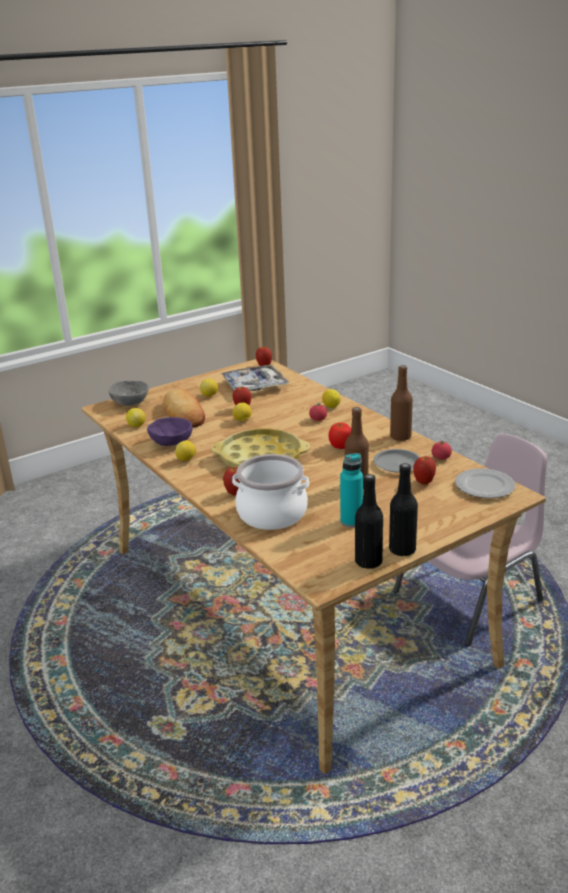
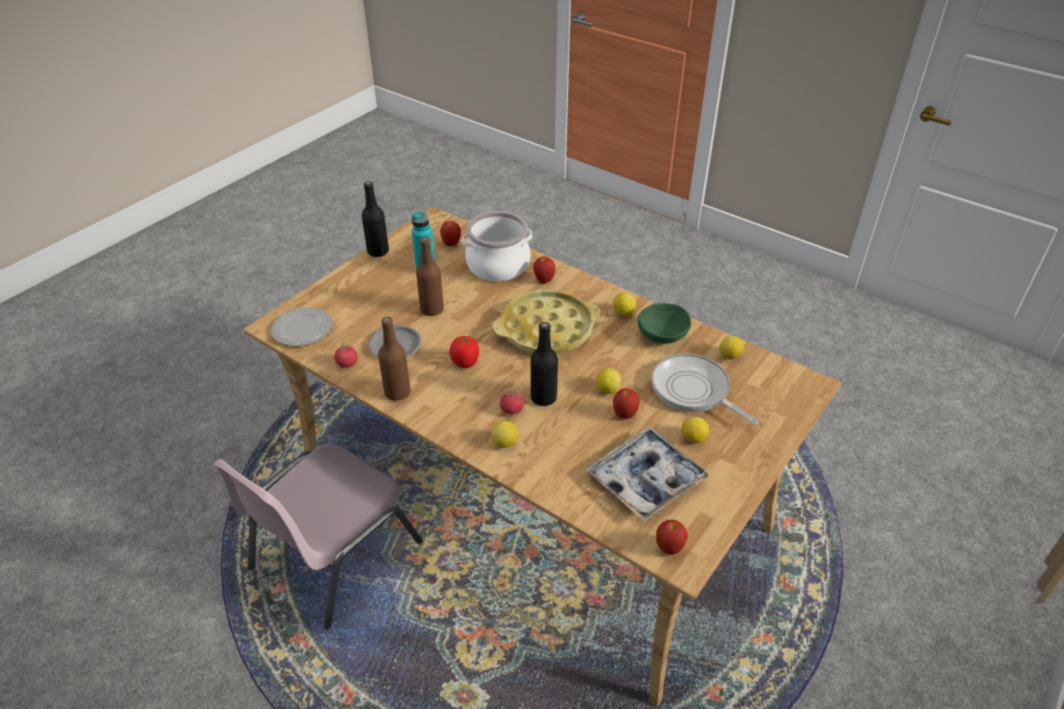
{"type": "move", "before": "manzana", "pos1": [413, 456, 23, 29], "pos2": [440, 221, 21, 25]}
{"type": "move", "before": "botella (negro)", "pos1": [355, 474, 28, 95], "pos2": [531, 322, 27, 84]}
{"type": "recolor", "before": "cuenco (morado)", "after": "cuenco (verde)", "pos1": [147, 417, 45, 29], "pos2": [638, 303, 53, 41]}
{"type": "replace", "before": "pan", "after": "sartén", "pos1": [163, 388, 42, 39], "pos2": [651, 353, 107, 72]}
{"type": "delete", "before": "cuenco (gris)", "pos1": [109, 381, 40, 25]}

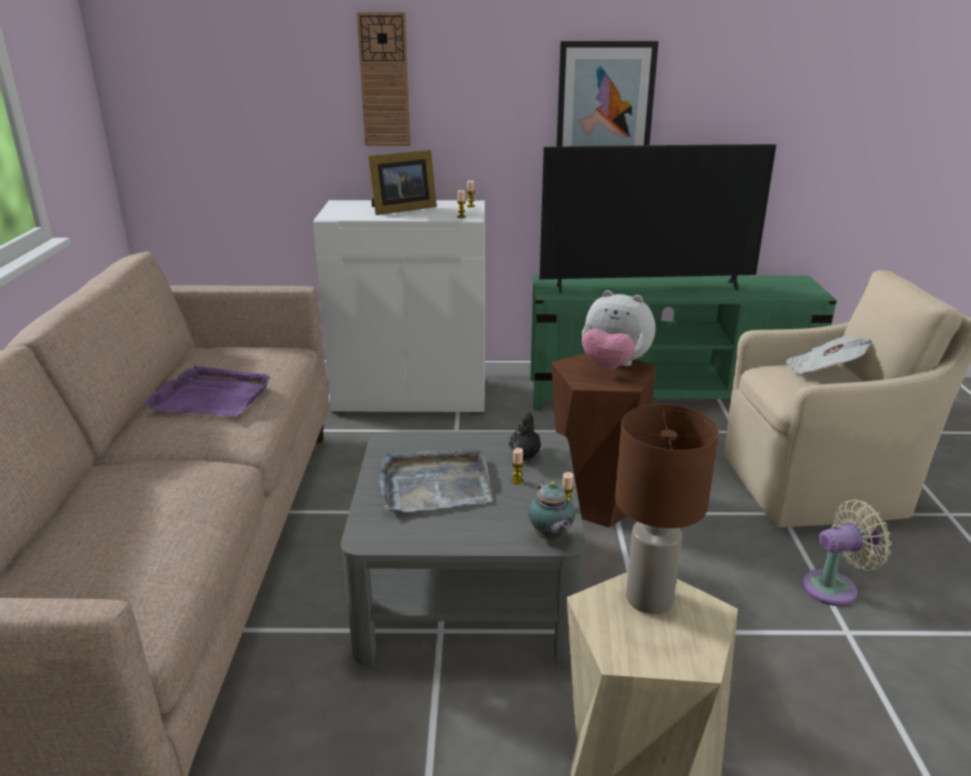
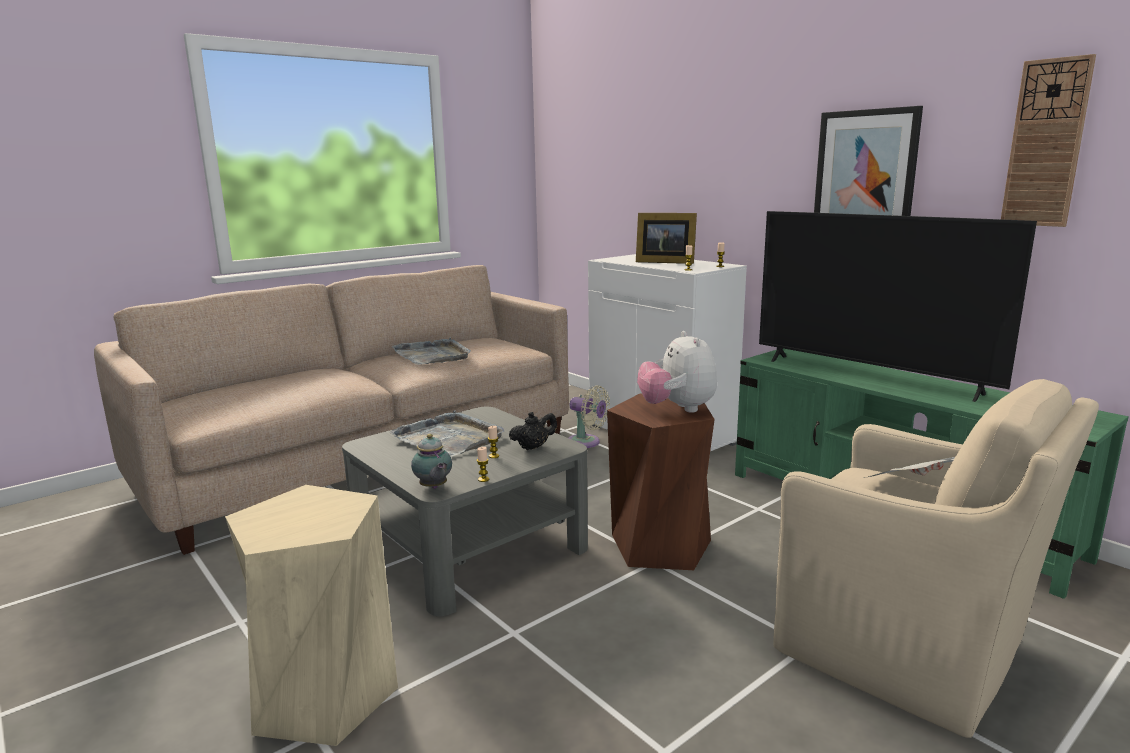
{"type": "recolor", "before": "bandeja (morado)", "after": "bandeja (gris)", "pos1": [143, 365, 128, 52], "pos2": [392, 338, 79, 27]}
{"type": "rotate", "before": "tetera", "pos1": [528, 480, 47, 60], "pos2": [411, 434, 41, 55], "turn": -60}
{"type": "move", "before": "ventilador (beis)", "pos1": [802, 500, 90, 106], "pos2": [569, 385, 41, 63]}
{"type": "move", "before": "reloj de pared", "pos1": [357, 12, 54, 134], "pos2": [1001, 54, 95, 173]}
{"type": "delete", "before": "lámpara de mesa (marrón)", "pos1": [615, 404, 104, 210]}

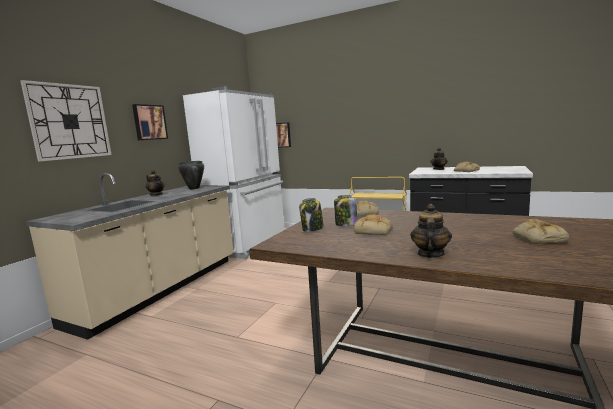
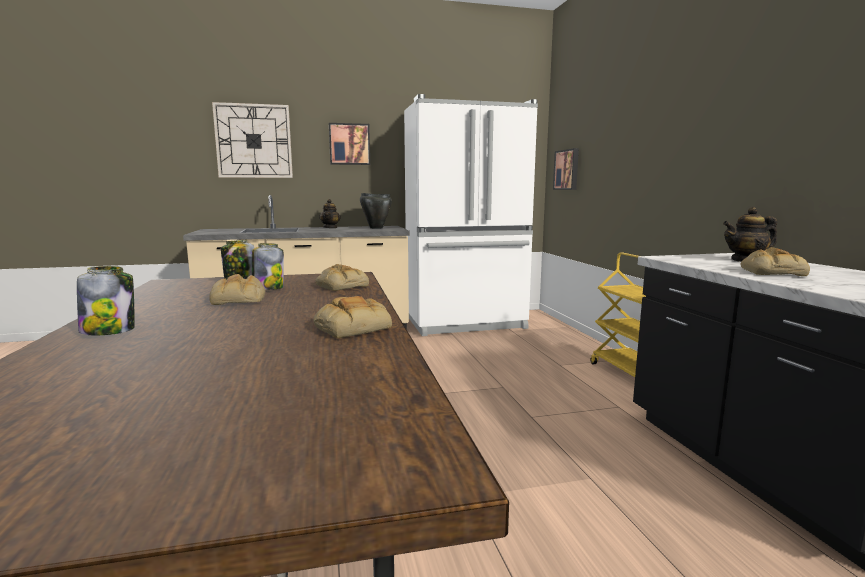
{"type": "replace", "before": "tetera", "after": "tarro", "pos1": [410, 204, 42, 54], "pos2": [77, 266, 58, 69]}
{"type": "move", "before": "pan", "pos1": [512, 219, 57, 25], "pos2": [313, 296, 79, 42]}

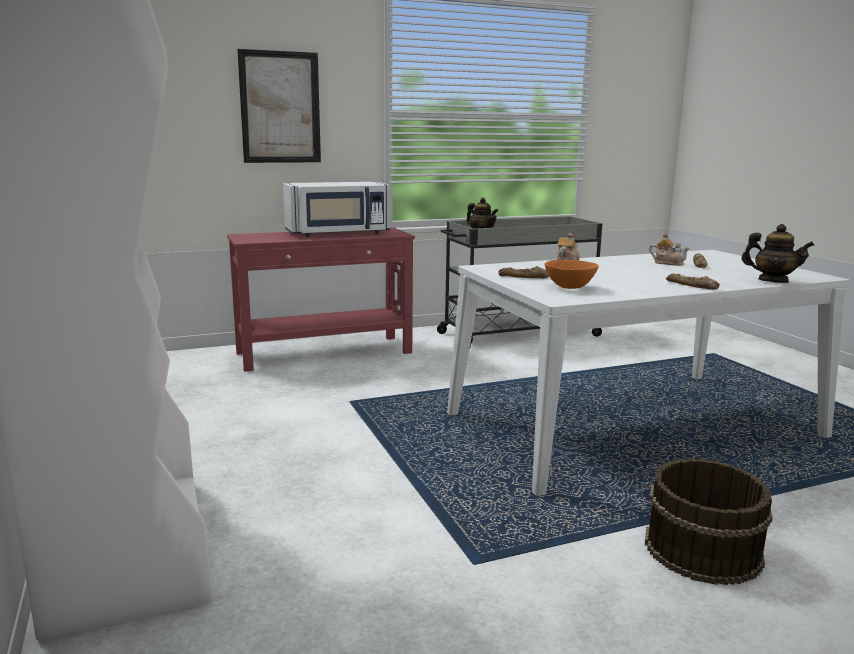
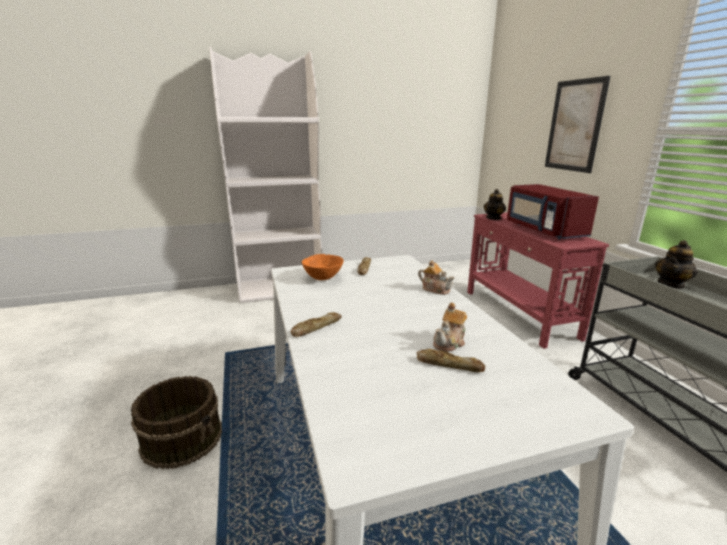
{"type": "move", "before": "tetera", "pos1": [741, 224, 73, 59], "pos2": [484, 189, 22, 31]}
{"type": "recolor", "before": "microondas (blanco)", "after": "microondas (rojo)", "pos1": [283, 182, 107, 55], "pos2": [507, 184, 92, 55]}

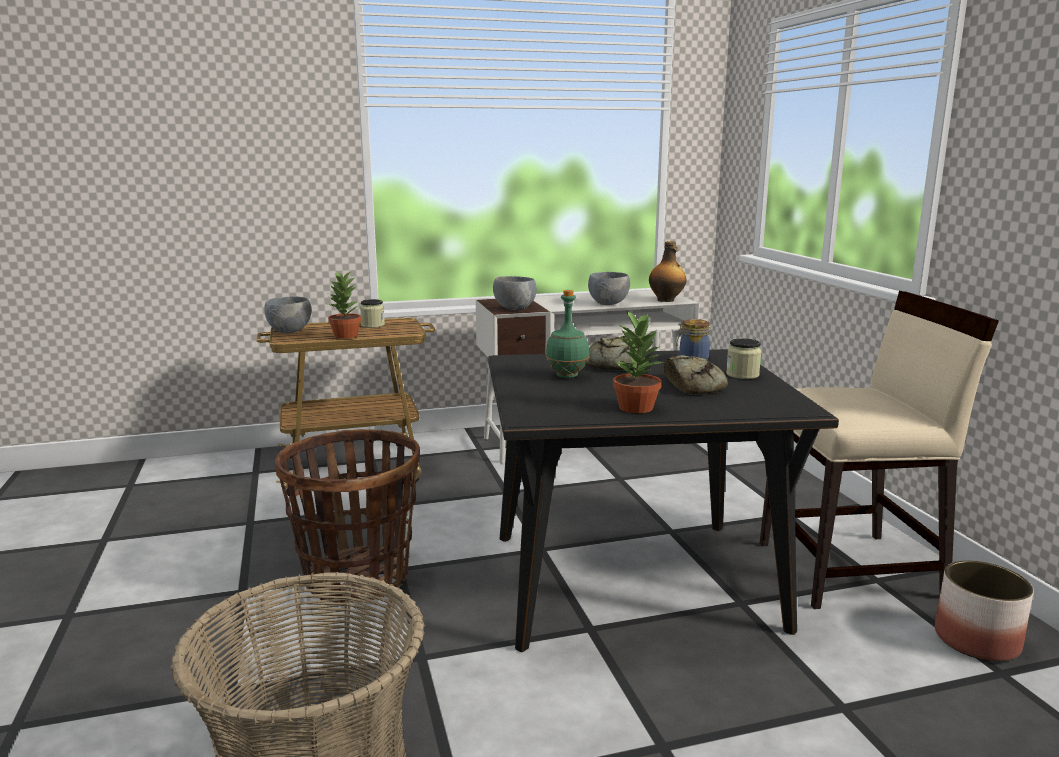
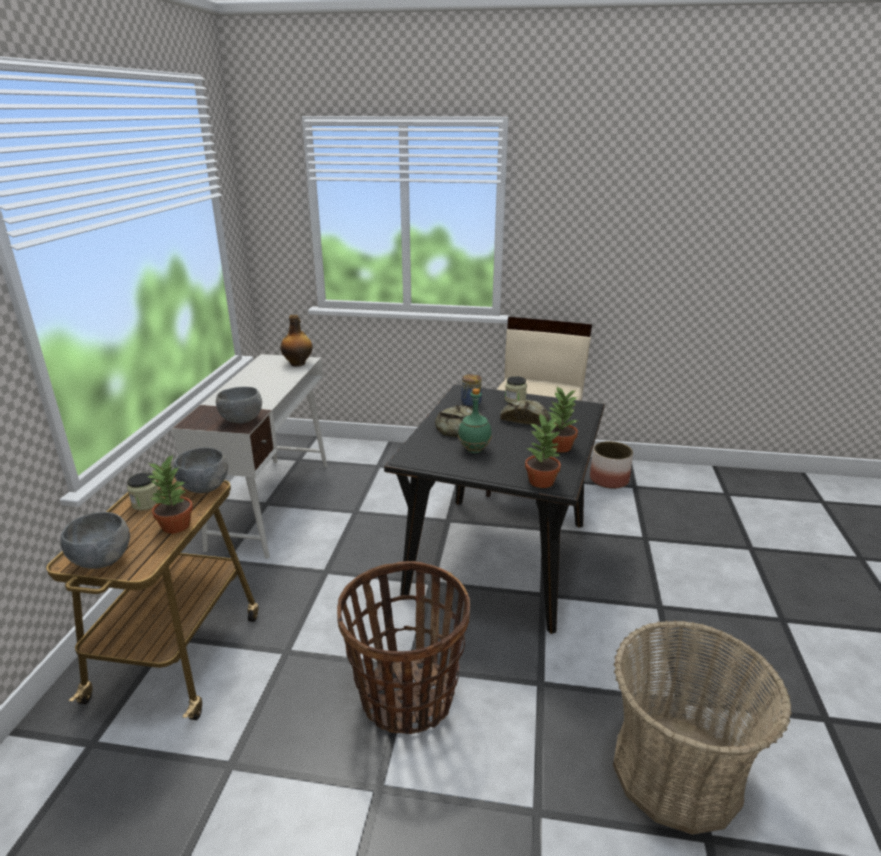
{"type": "move", "before": "cuenco (gris)", "pos1": [588, 272, 42, 33], "pos2": [173, 447, 55, 46]}
{"type": "insert", "after": "planta en maceta", "pos2": [525, 414, 36, 74]}

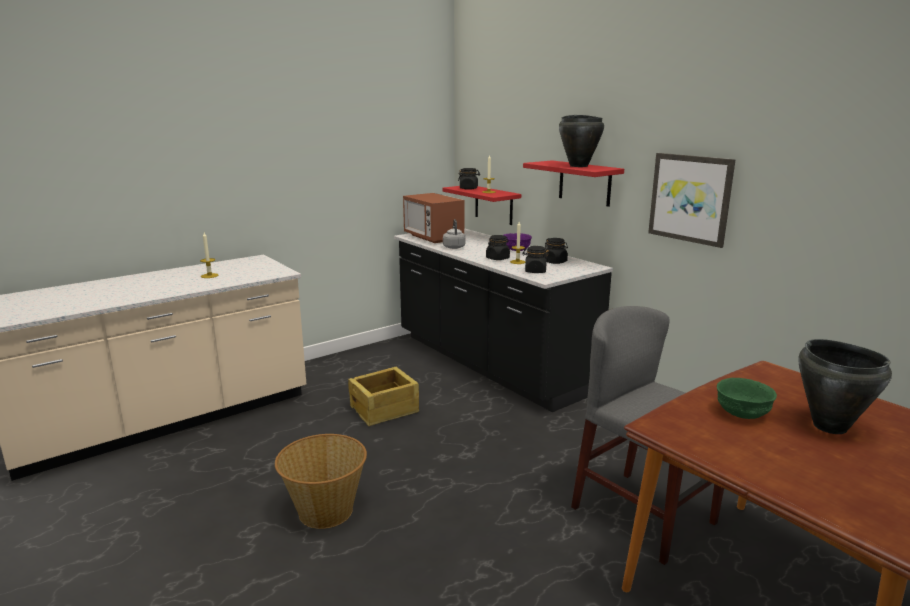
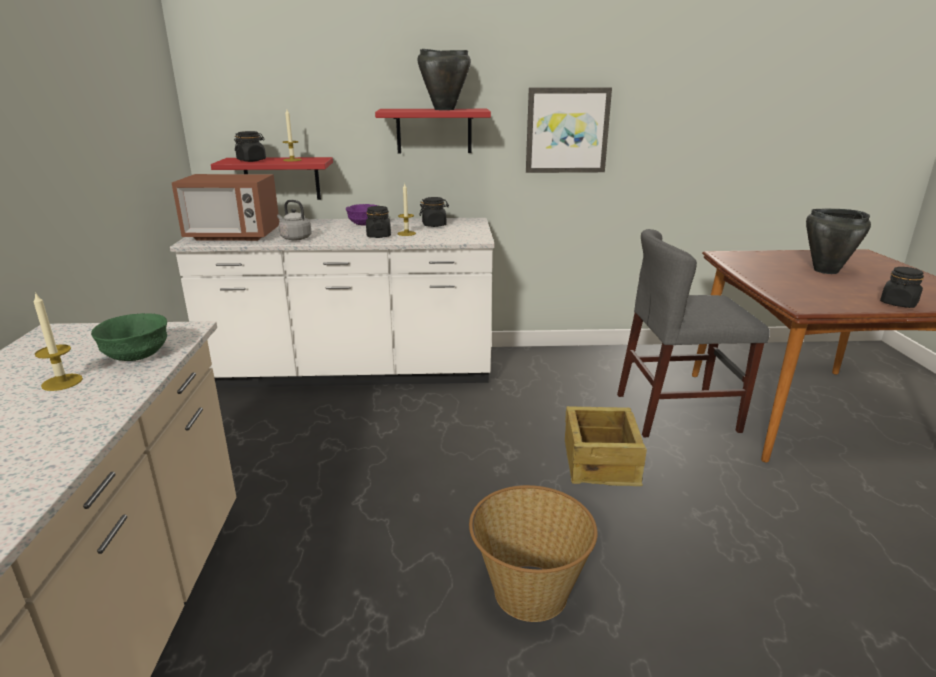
{"type": "move", "before": "cuenco (verde)", "pos1": [717, 378, 60, 41], "pos2": [91, 313, 76, 48]}
{"type": "recolor", "before": "mueble bajo de cocina (negro)", "after": "mueble bajo de cocina (blanco)", "pos1": [394, 228, 219, 184], "pos2": [170, 218, 325, 170]}
{"type": "move", "before": "caja de embalaje", "pos1": [348, 367, 71, 59], "pos2": [565, 406, 82, 80]}
{"type": "move", "before": "tarro (negro)", "pos1": [522, 246, 28, 27], "pos2": [880, 267, 44, 41]}

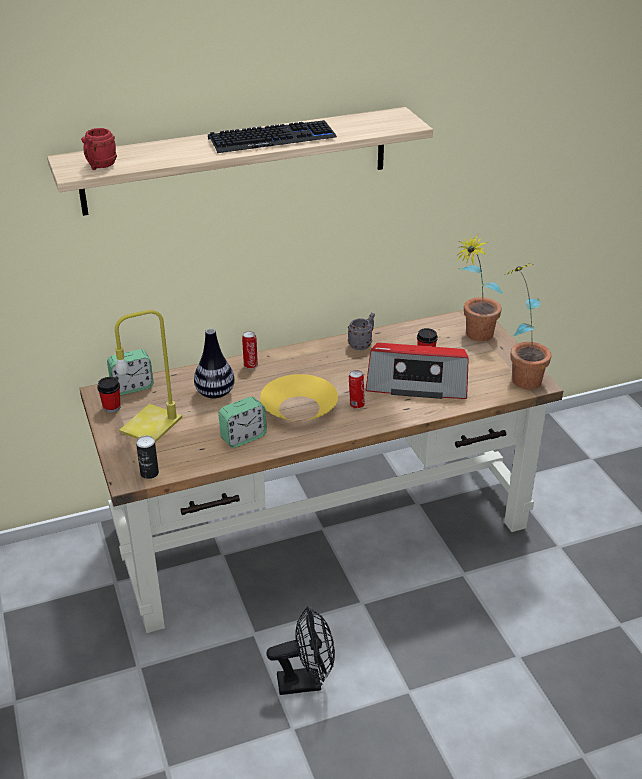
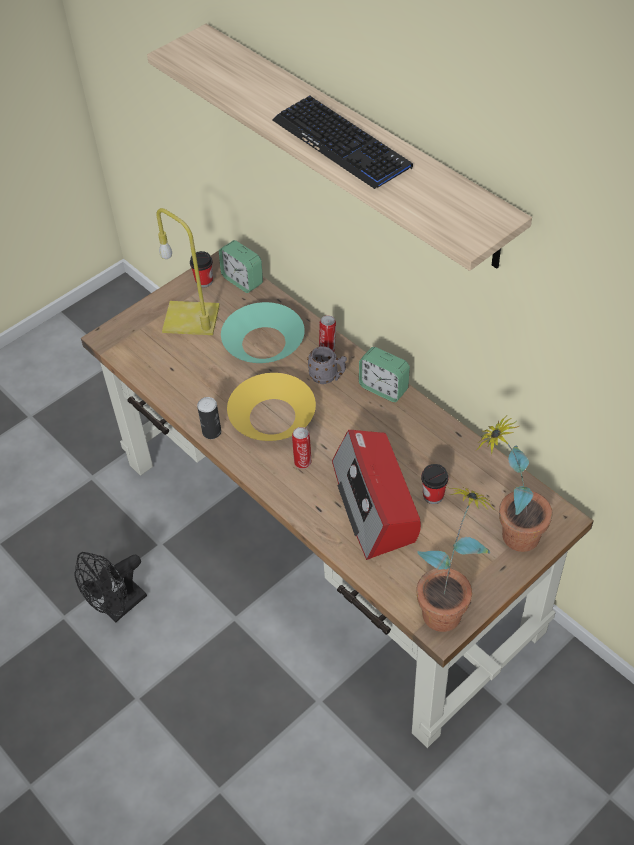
{"type": "rotate", "before": "ventilador (negro)", "pos1": [266, 607, 69, 88], "pos2": [75, 552, 72, 70], "turn": 75}
{"type": "move", "before": "lata", "pos1": [136, 436, 23, 43], "pos2": [197, 397, 24, 42]}
{"type": "replace", "before": "florero", "after": "cuenco (turquesa)", "pos1": [194, 328, 41, 71], "pos2": [221, 302, 84, 61]}
{"type": "move", "before": "taza grande (gris)", "pos1": [348, 313, 27, 37], "pos2": [307, 346, 40, 38]}
{"type": "move", "before": "despertador", "pos1": [218, 397, 49, 51], "pos2": [359, 347, 51, 55]}
{"type": "delete", "before": "taza grande (rojo)", "pos1": [81, 128, 36, 42]}

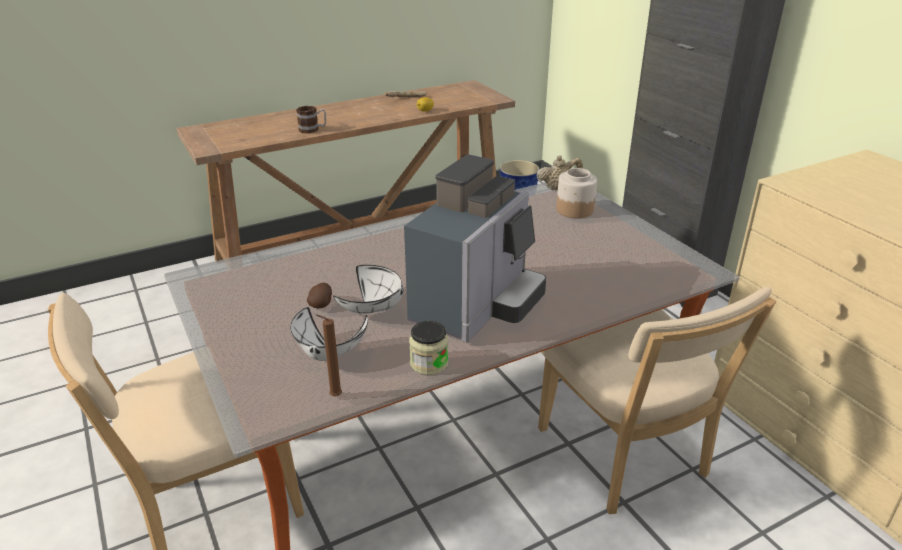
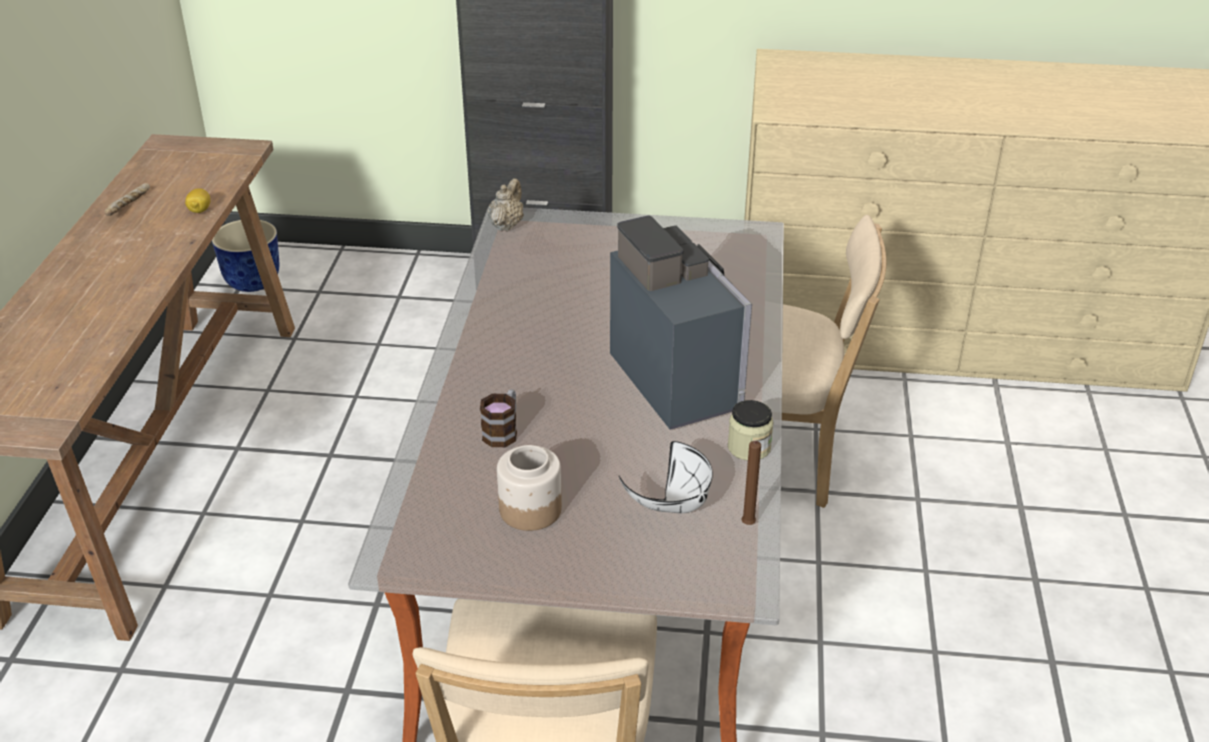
{"type": "move", "before": "taza grande", "pos1": [296, 106, 30, 28], "pos2": [480, 389, 37, 58]}
{"type": "move", "before": "tarro", "pos1": [556, 168, 41, 50], "pos2": [497, 445, 65, 86]}
{"type": "delete", "before": "patata", "pos1": [307, 283, 25, 25]}
{"type": "delete", "before": "cuenco (blanco)", "pos1": [333, 265, 71, 49]}

